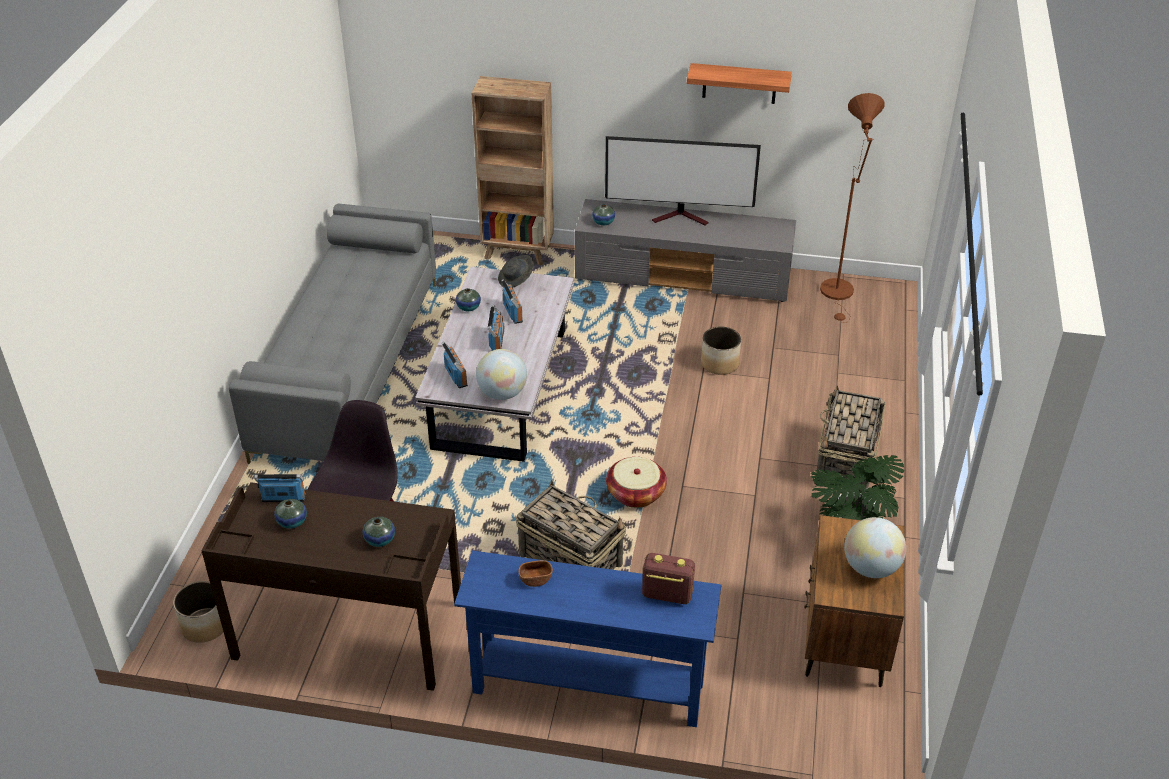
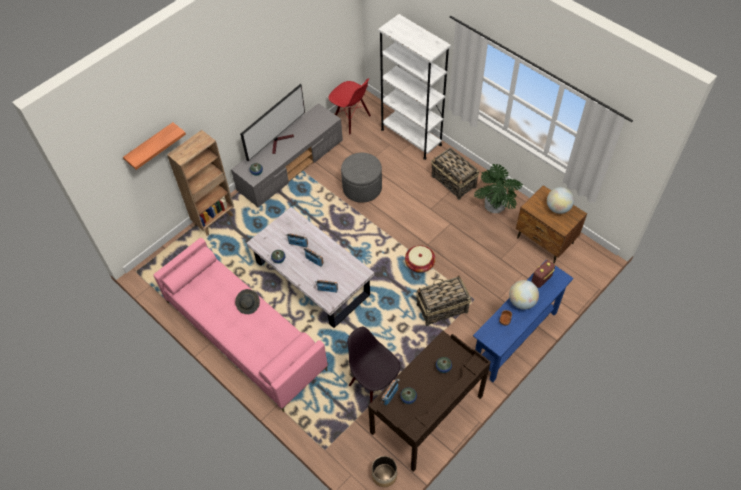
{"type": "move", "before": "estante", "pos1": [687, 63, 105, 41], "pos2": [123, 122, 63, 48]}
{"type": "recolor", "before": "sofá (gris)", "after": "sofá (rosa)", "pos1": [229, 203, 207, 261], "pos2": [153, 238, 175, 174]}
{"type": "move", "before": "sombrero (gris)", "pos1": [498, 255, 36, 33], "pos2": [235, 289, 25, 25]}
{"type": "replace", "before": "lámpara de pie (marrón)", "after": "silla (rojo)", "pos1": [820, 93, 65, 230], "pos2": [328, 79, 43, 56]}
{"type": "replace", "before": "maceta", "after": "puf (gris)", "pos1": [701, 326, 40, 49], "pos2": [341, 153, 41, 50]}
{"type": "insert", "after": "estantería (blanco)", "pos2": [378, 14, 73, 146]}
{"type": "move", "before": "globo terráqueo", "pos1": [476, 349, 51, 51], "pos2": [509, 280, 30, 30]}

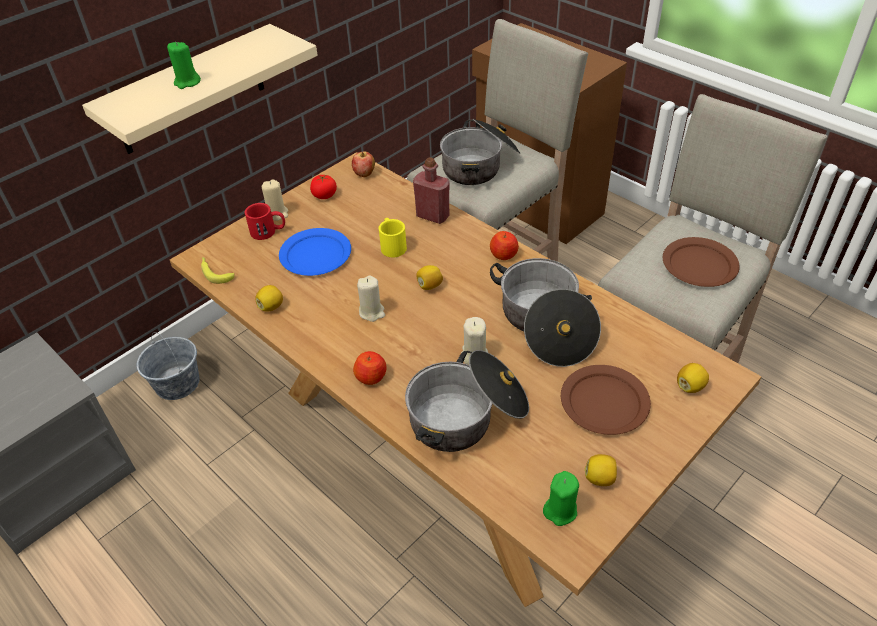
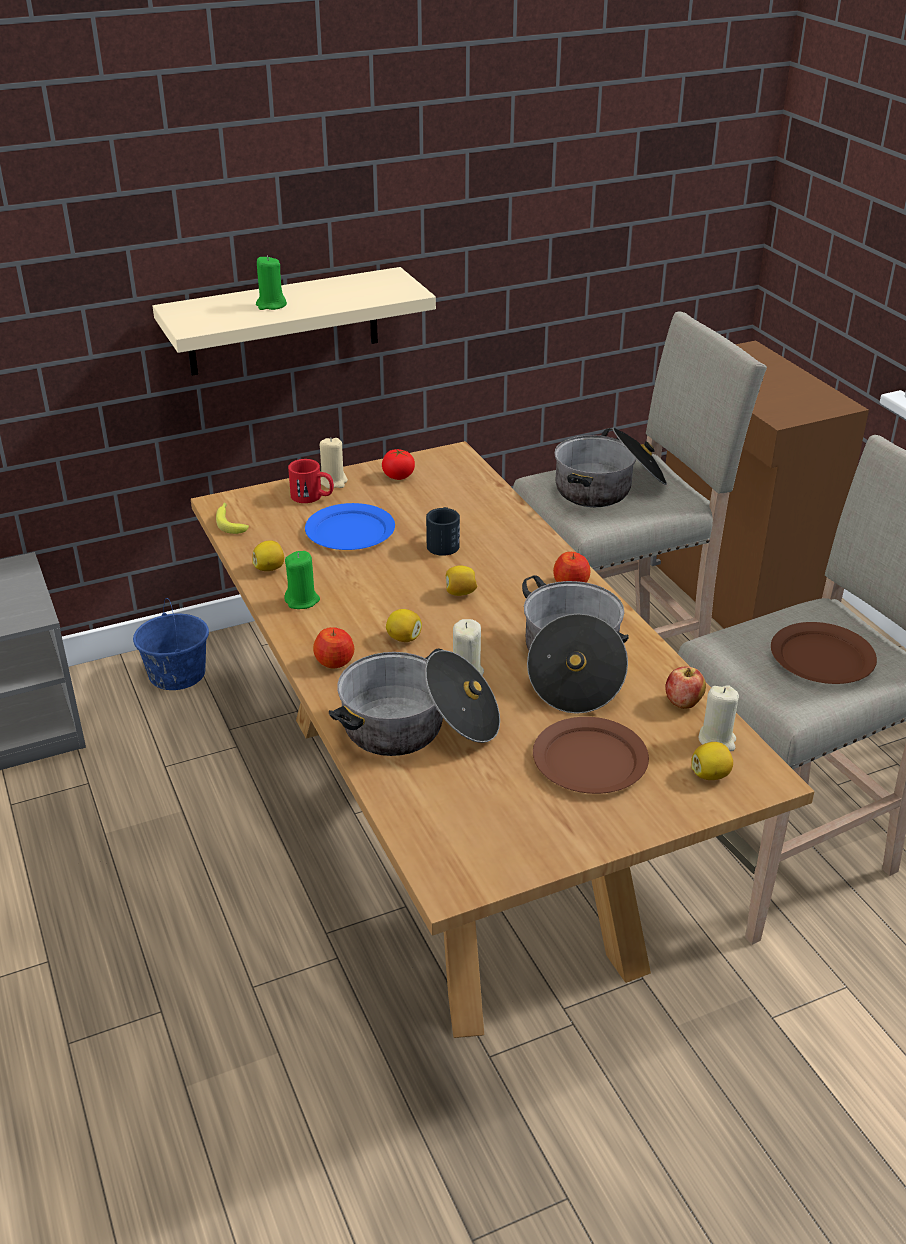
{"type": "recolor", "before": "cubo (gris)", "after": "cubo (azul)", "pos1": [137, 332, 63, 68], "pos2": [133, 598, 76, 92]}
{"type": "move", "before": "vela (verde)", "pos1": [543, 471, 36, 55], "pos2": [284, 551, 36, 58]}
{"type": "move", "before": "limón", "pos1": [585, 454, 32, 32], "pos2": [386, 609, 36, 33]}
{"type": "recolor", "before": "taza grande (amarillo)", "after": "taza grande (negro)", "pos1": [379, 218, 28, 39], "pos2": [426, 507, 34, 49]}
{"type": "move", "before": "manzana", "pos1": [352, 152, 23, 25], "pos2": [665, 667, 41, 42]}
{"type": "move", "before": "vela (beis)", "pos1": [357, 276, 28, 46], "pos2": [699, 685, 40, 66]}
{"type": "delete", "before": "botella (rojo)", "pos1": [413, 157, 37, 67]}

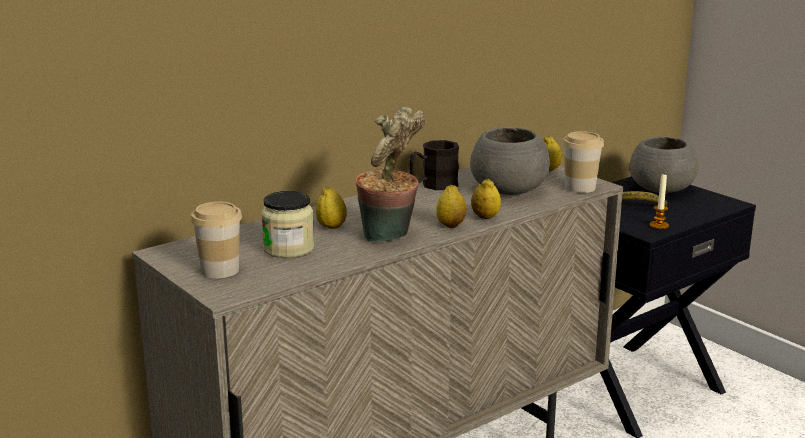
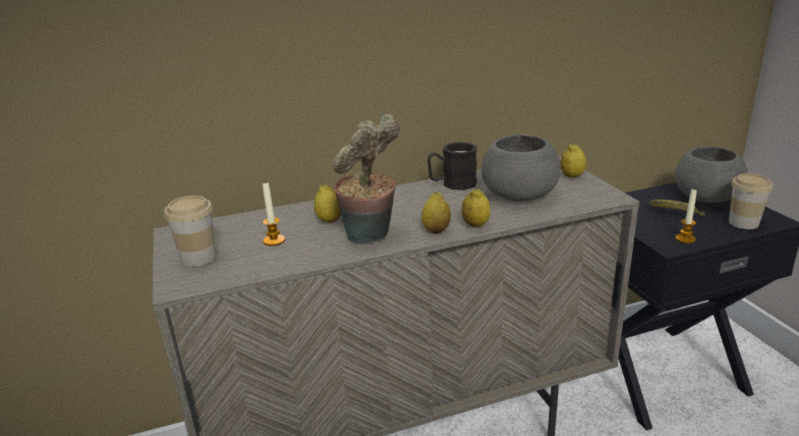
{"type": "replace", "before": "tarro", "after": "vela", "pos1": [261, 191, 53, 67], "pos2": [262, 182, 23, 64]}
{"type": "move", "before": "taza", "pos1": [562, 131, 42, 62], "pos2": [729, 173, 44, 56]}

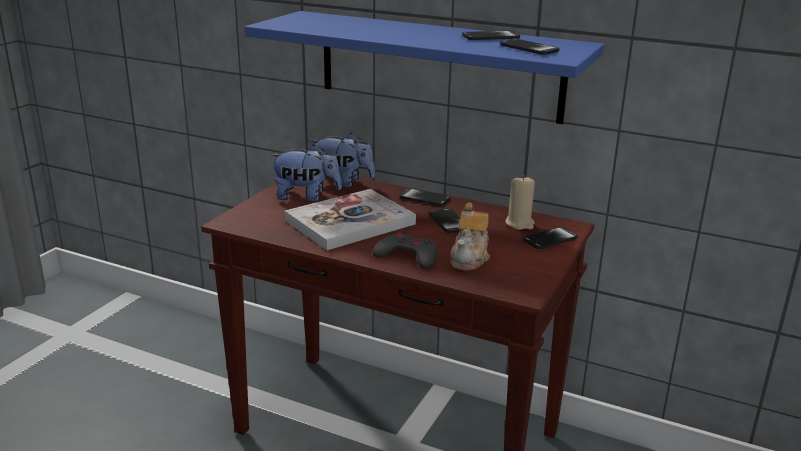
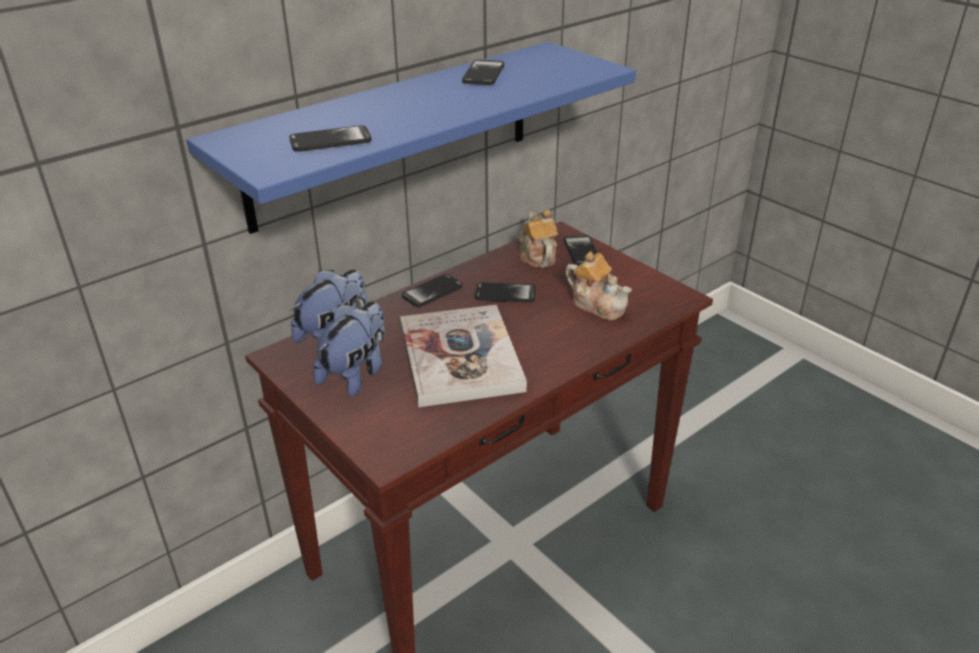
{"type": "move", "before": "móvil", "pos1": [500, 39, 59, 16], "pos2": [289, 125, 83, 27]}
{"type": "replace", "before": "vela (beis)", "after": "tetera", "pos1": [505, 176, 30, 54], "pos2": [519, 209, 39, 58]}
{"type": "delete", "before": "mando de consola (gris)", "pos1": [373, 232, 65, 37]}

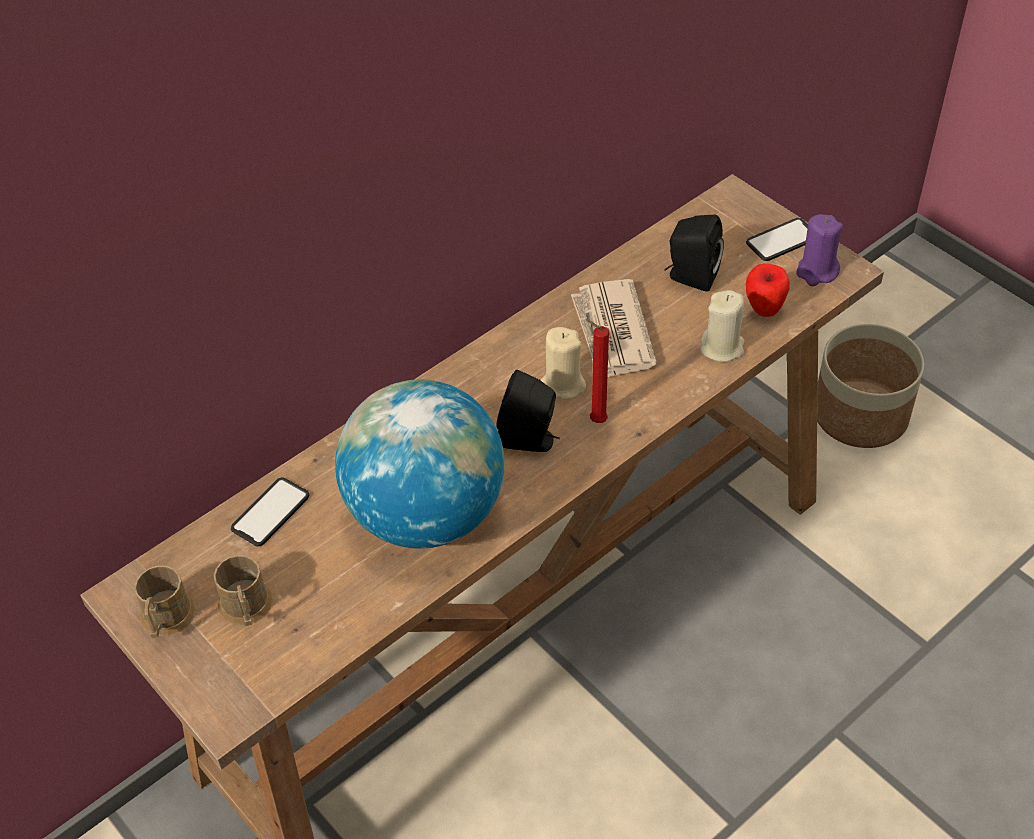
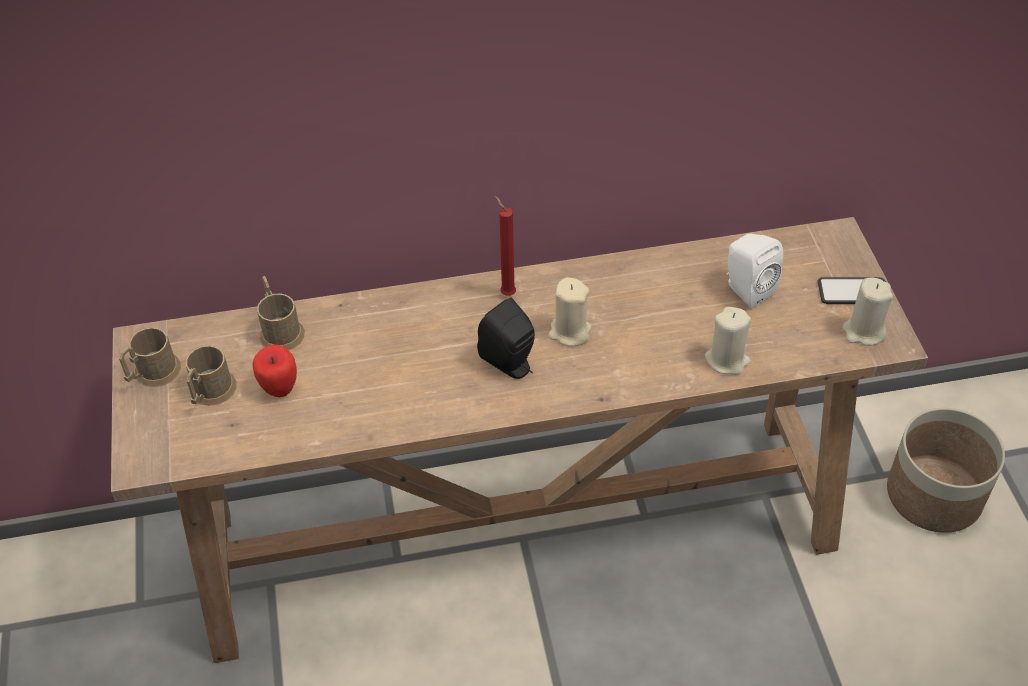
{"type": "move", "before": "manzana", "pos1": [746, 263, 44, 54], "pos2": [253, 344, 44, 53]}
{"type": "replace", "before": "móvil", "after": "taza grande (marrón)", "pos1": [231, 477, 78, 69], "pos2": [257, 276, 48, 74]}
{"type": "move", "before": "vela (rojo)", "pos1": [585, 319, 24, 104], "pos2": [495, 196, 21, 100]}
{"type": "recolor", "before": "altavoz (negro)", "after": "altavoz (blanco)", "pos1": [664, 215, 60, 77], "pos2": [727, 234, 56, 74]}
{"type": "recolor", "before": "vela (morado)", "after": "vela (beis)", "pos1": [796, 214, 47, 72], "pos2": [843, 278, 50, 68]}
{"type": "delete", "before": "globo terráqueo", "pos1": [335, 379, 170, 170]}
{"type": "delete", "before": "periódico", "pos1": [571, 279, 86, 98]}

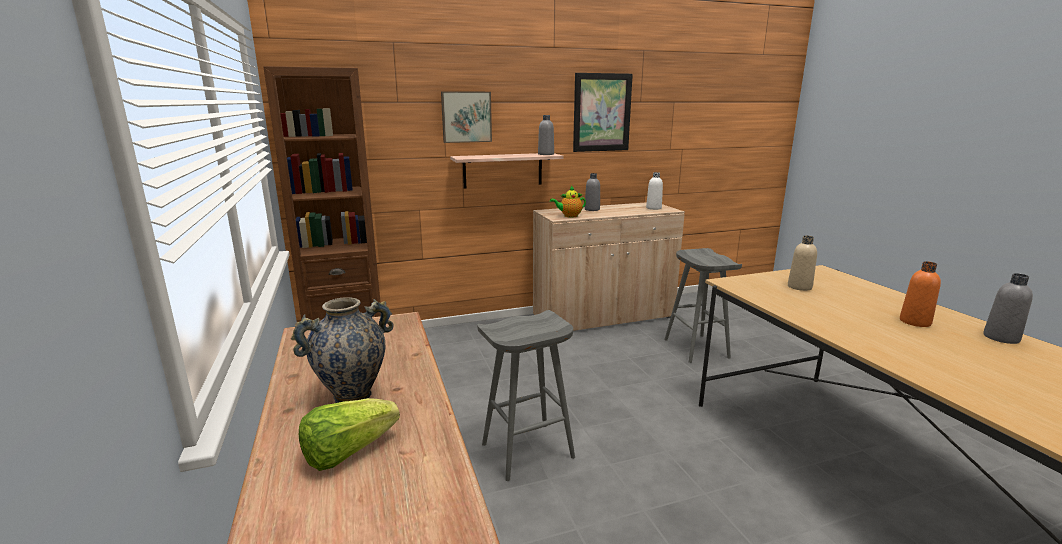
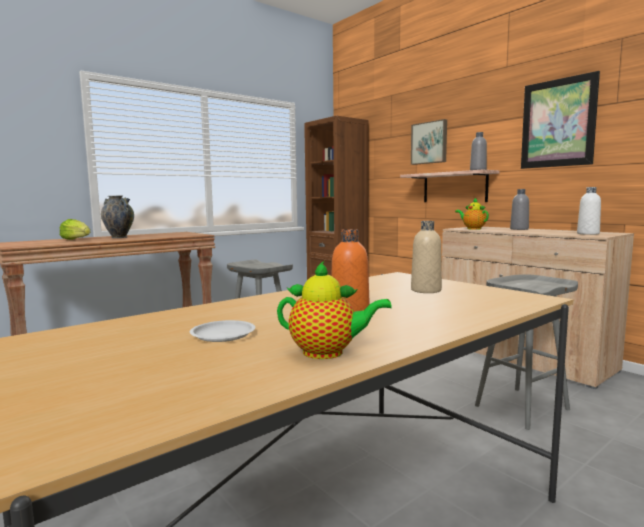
{"type": "insert", "after": "plato (blanco)", "pos2": [190, 320, 65, 22]}
{"type": "replace", "before": "botella (gris)", "after": "tetera", "pos1": [983, 273, 50, 71], "pos2": [277, 261, 115, 98]}

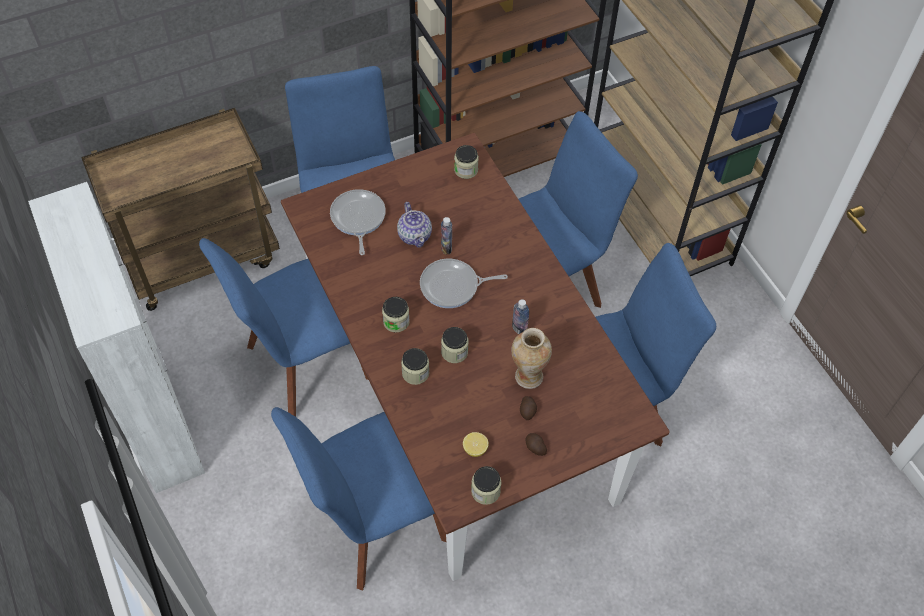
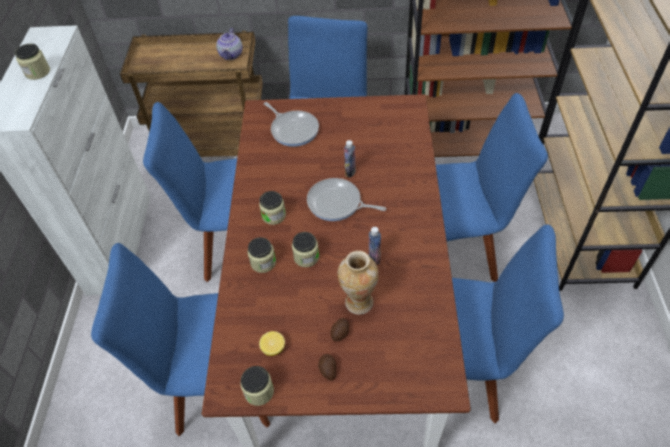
{"type": "move", "before": "tarro", "pos1": [454, 145, 25, 34], "pos2": [15, 44, 35, 36]}
{"type": "move", "before": "tetera", "pos1": [397, 202, 35, 46], "pos2": [216, 28, 27, 32]}
{"type": "rotate", "before": "sartén", "pos1": [330, 189, 56, 66], "pos2": [264, 102, 55, 45], "turn": 120}

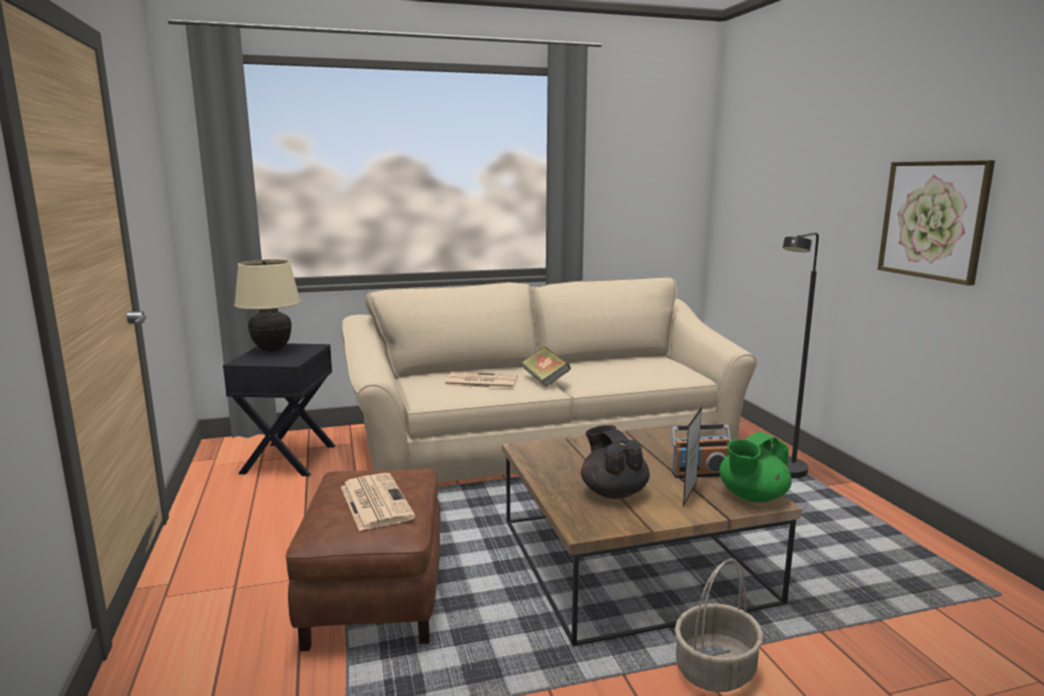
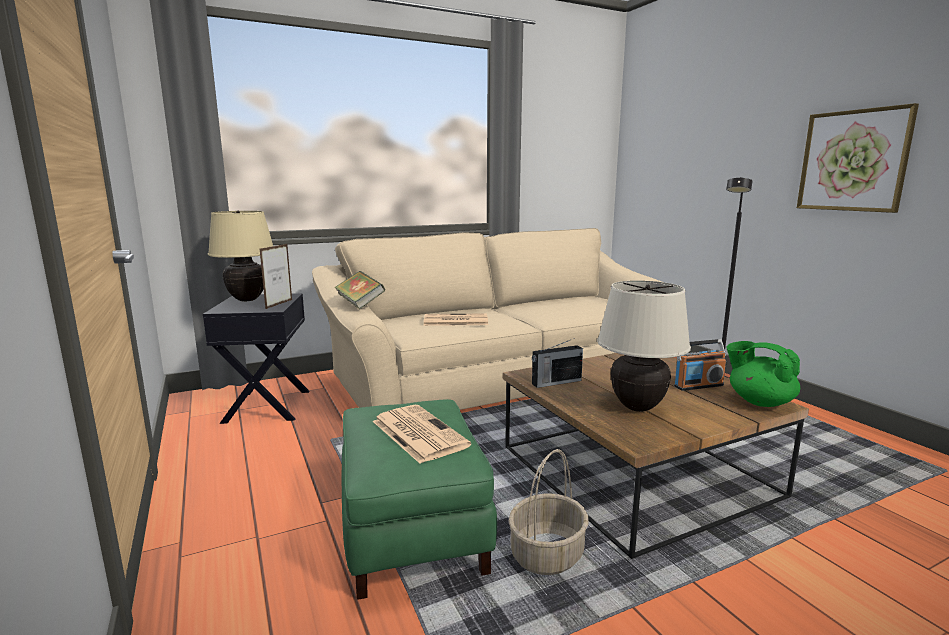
{"type": "move", "before": "portarretratos", "pos1": [683, 406, 19, 101], "pos2": [260, 244, 32, 65]}
{"type": "move", "before": "libro", "pos1": [521, 347, 50, 40], "pos2": [335, 271, 50, 38]}
{"type": "recolor", "before": "puf (marrón)", "after": "puf (verde)", "pos1": [285, 469, 155, 182], "pos2": [342, 399, 155, 201]}
{"type": "move", "before": "cesta", "pos1": [674, 559, 89, 133], "pos2": [509, 449, 79, 126]}
{"type": "insert", "after": "radio", "pos2": [532, 338, 51, 50]}
{"type": "replace", "before": "tetera (negro)", "after": "lámpara de mesa (beis)", "pos1": [581, 425, 69, 74], "pos2": [597, 281, 94, 131]}
{"type": "rotate", "before": "tetera (verde)", "pos1": [719, 432, 73, 70], "pos2": [726, 341, 74, 66], "turn": 90}

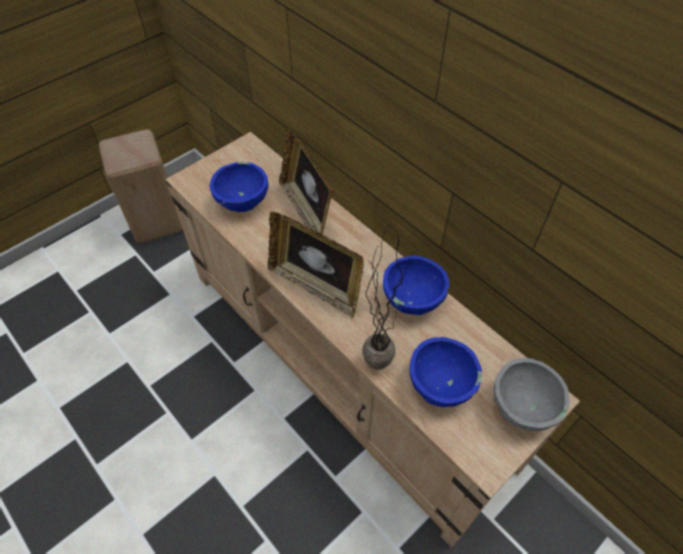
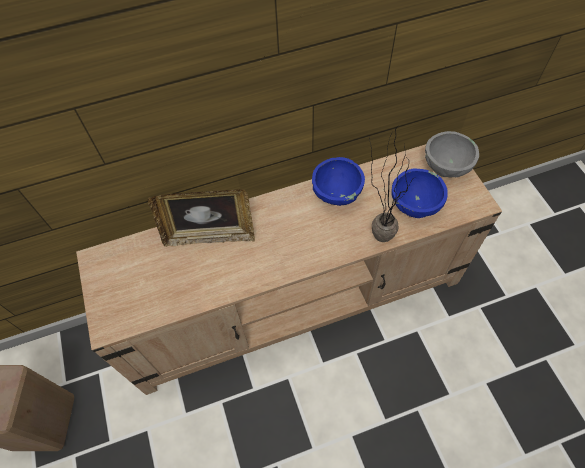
{"type": "delete", "before": "cuenco (azul)", "pos1": [210, 162, 58, 50]}
{"type": "delete", "before": "portarretratos", "pos1": [268, 211, 96, 108]}

